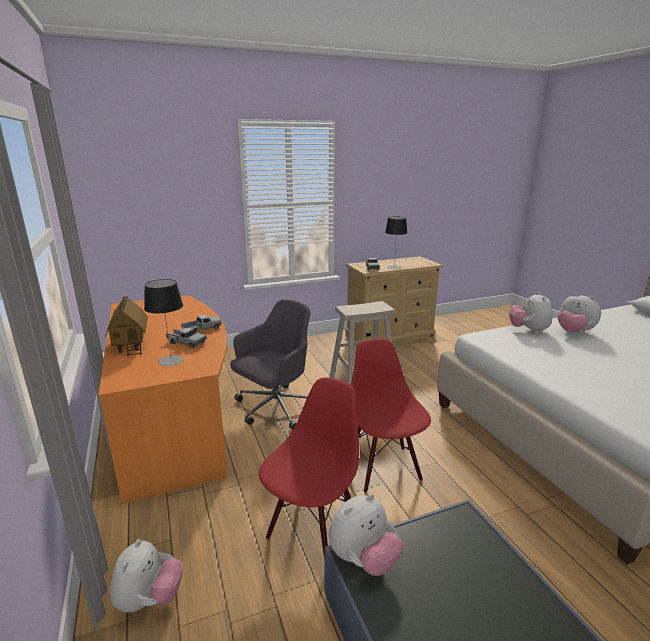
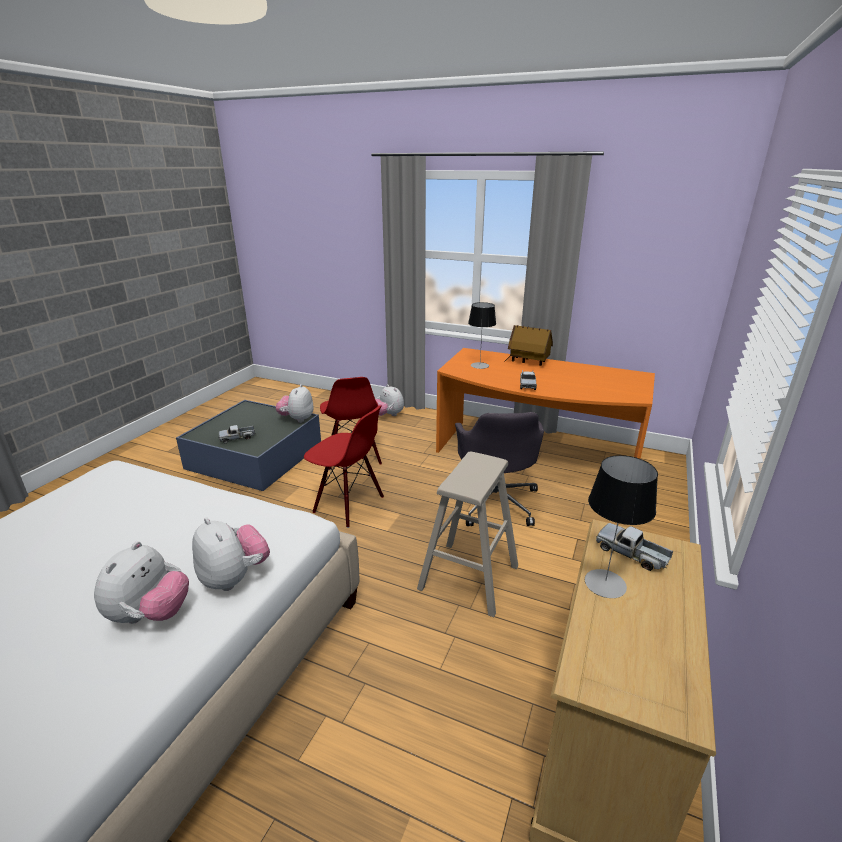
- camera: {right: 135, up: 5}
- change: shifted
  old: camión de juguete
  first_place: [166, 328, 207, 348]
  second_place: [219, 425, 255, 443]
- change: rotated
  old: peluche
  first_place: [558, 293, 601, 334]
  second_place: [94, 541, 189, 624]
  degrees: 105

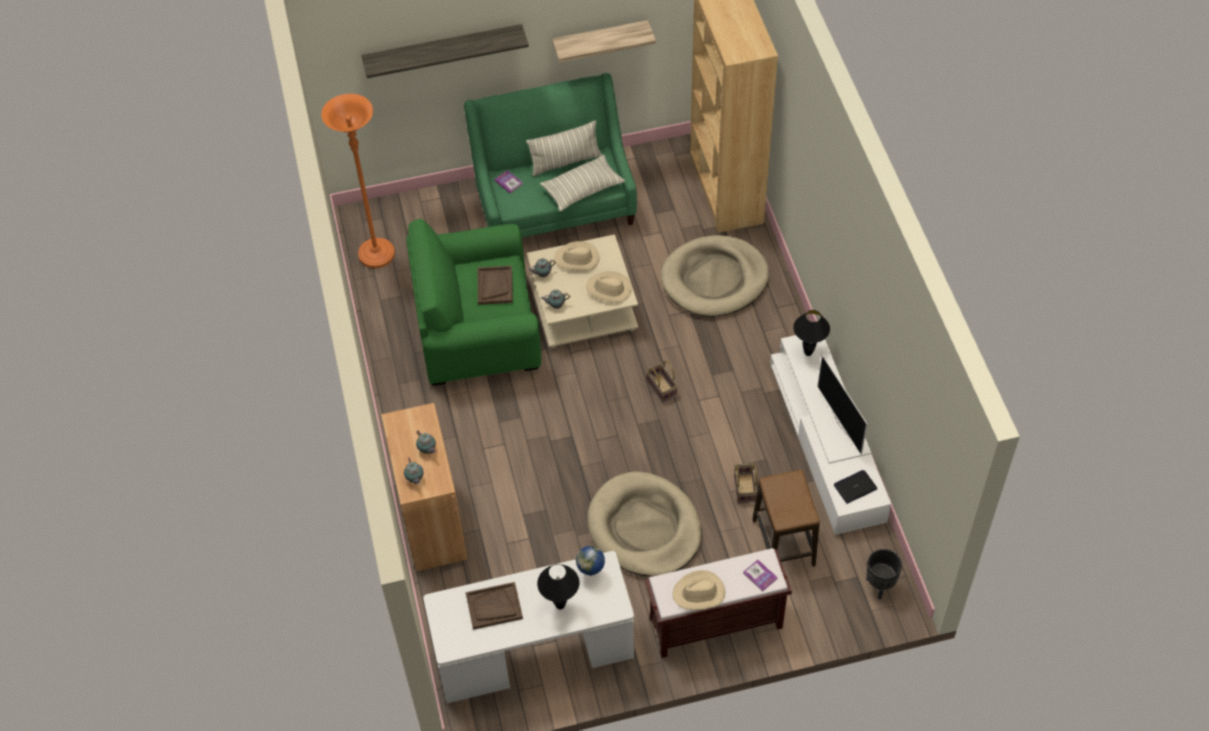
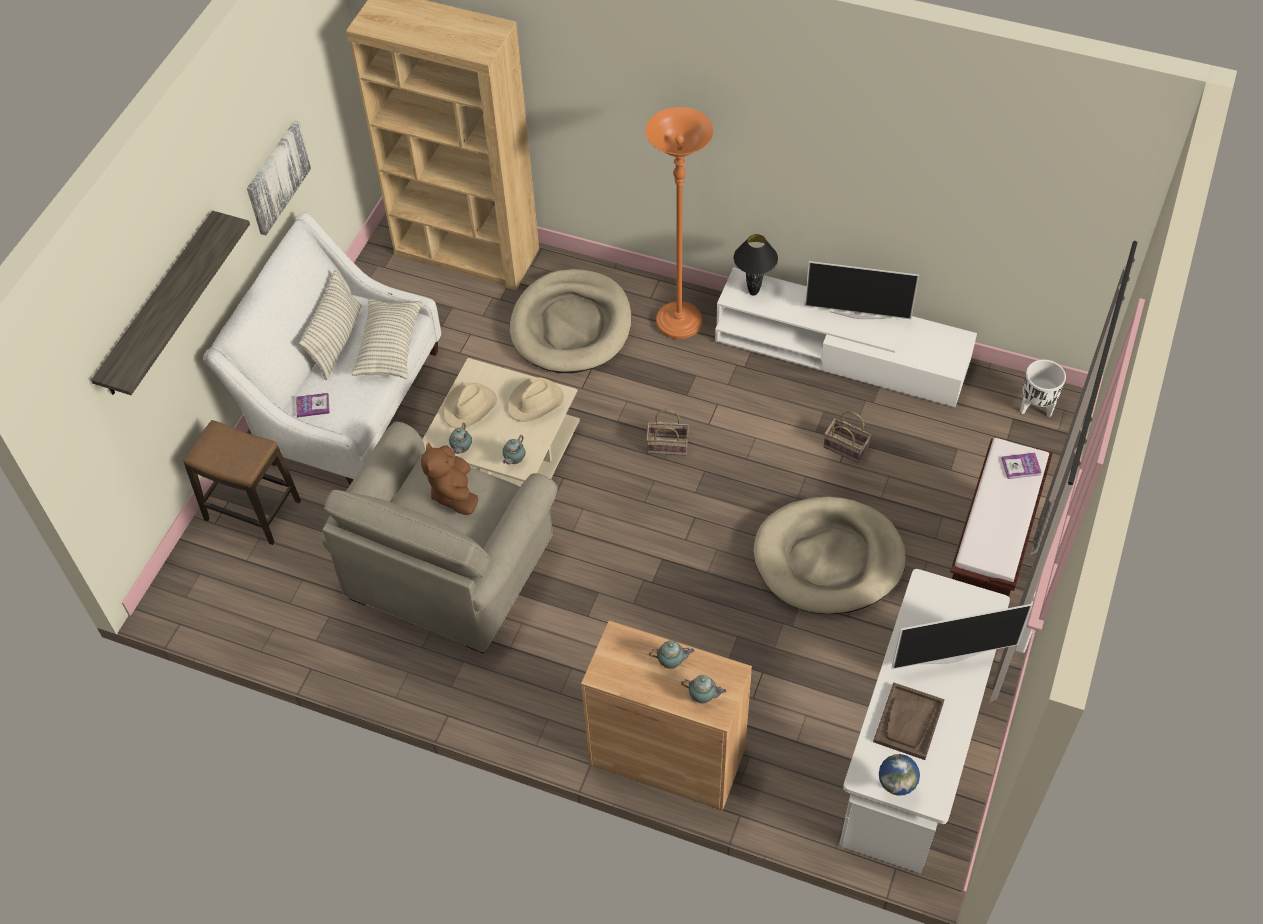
- camera: {right: -55, up: 0}
- change: gone
  old: sombrero [beis]
  first_place: [673, 570, 725, 610]
- change: gone
  old: portátil
  first_place: [834, 470, 877, 504]
- change: shifted
  old: lámpara de pie [naranja]
  first_place: [321, 94, 395, 268]
  second_place: [646, 107, 714, 339]
- change: shifted
  old: globo terráqueo
  first_place: [576, 546, 605, 576]
  second_place: [879, 754, 920, 796]
- change: shifted
  old: taburete
  first_place: [752, 470, 820, 567]
  second_place: [183, 420, 301, 545]
- change: swapped
  old: bandeja [marrón]
  new: peluche [marrón]
  first_place: [477, 266, 513, 305]
  second_place: [421, 443, 479, 515]
- change: swapped
  old: lámpara de mesa [negro]
  new: televisor
  first_place: [537, 564, 579, 610]
  second_place: [892, 604, 1032, 669]
- change: swapped
  old: estante
  new: cuadro
  first_place: [552, 20, 656, 62]
  second_place: [247, 121, 311, 235]
- change: repainted
  old: sillón [verde]
  new: sillón [beis]
  first_place: [406, 218, 541, 386]
  second_place: [321, 422, 558, 654]
- change: repainted
  old: sofá [verde]
  new: sofá [blanco]
  first_place: [464, 73, 637, 237]
  second_place: [203, 212, 441, 485]
- change: repainted
  old: maceta [negro]
  new: maceta [blanco]
  first_place: [866, 549, 902, 599]
  second_place: [1020, 360, 1066, 418]

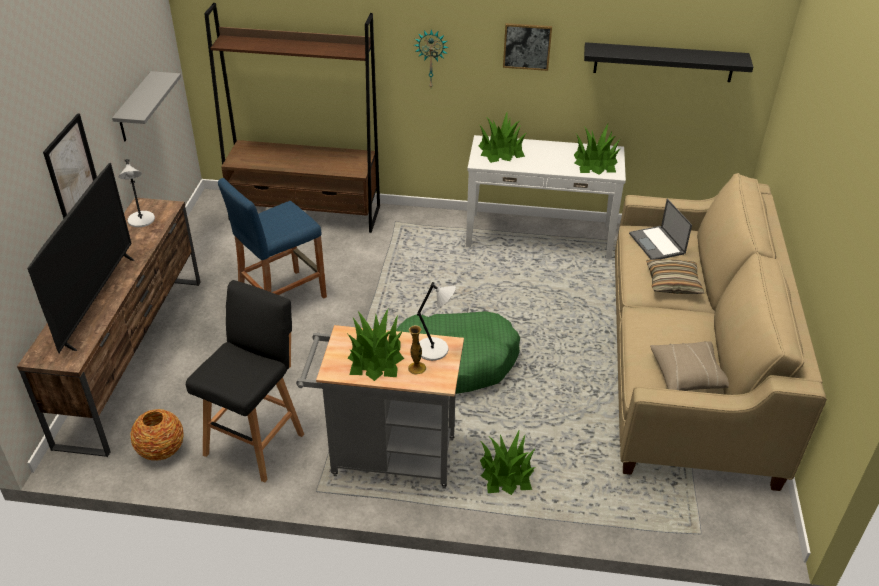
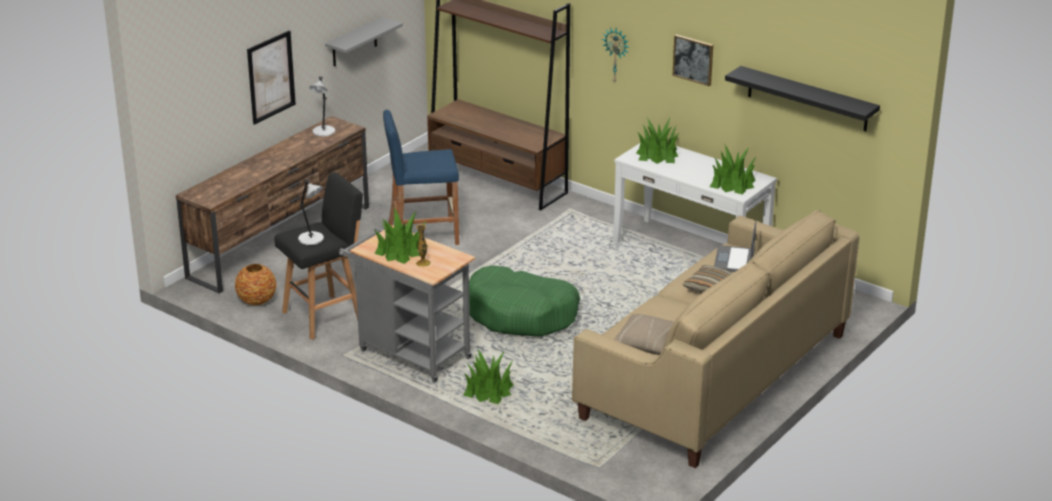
- camera: {right: 30, up: -10}
- change: gone
  old: televisor
  first_place: [27, 163, 134, 353]
- change: shifted
  old: lámpara de mesa [gris]
  first_place: [417, 282, 456, 361]
  second_place: [298, 179, 324, 245]

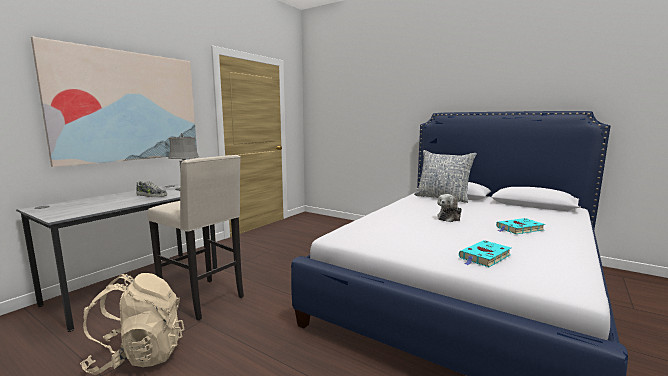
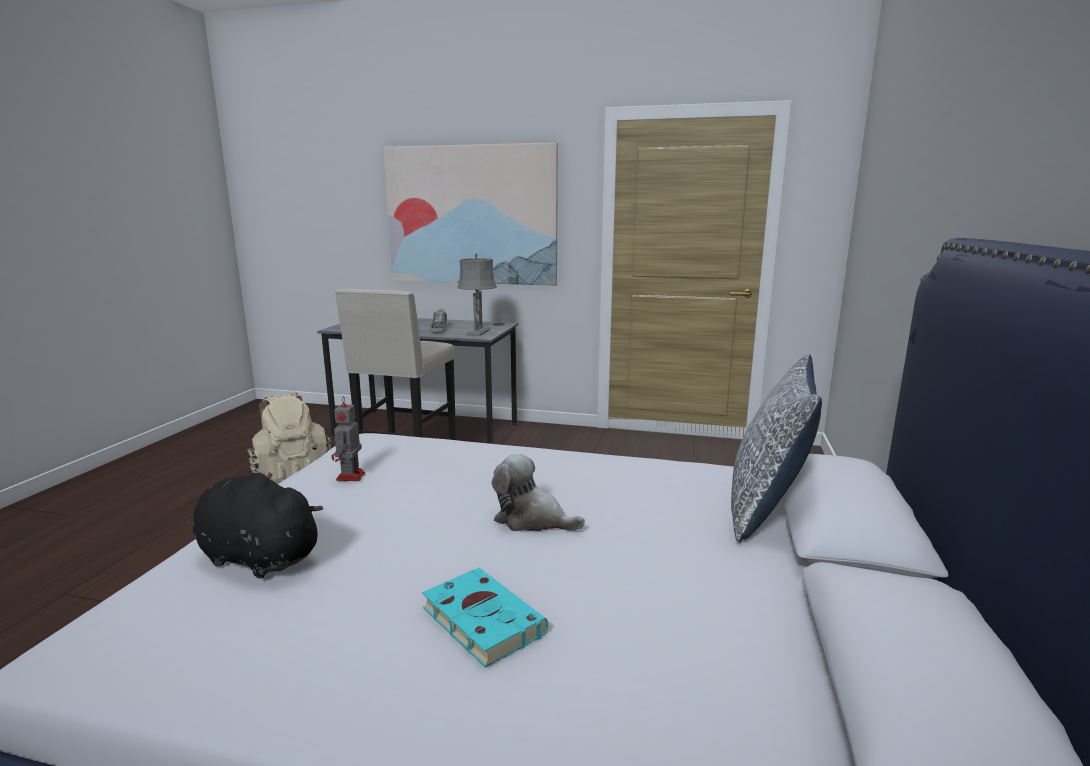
- camera: {right: 70, up: 5}
- change: new
  new: robot de juguete
  second_place: [331, 396, 365, 481]
- change: swapped
  old: libro [turquesa]
  new: peluche [negro]
  first_place: [459, 240, 511, 267]
  second_place: [193, 472, 324, 578]

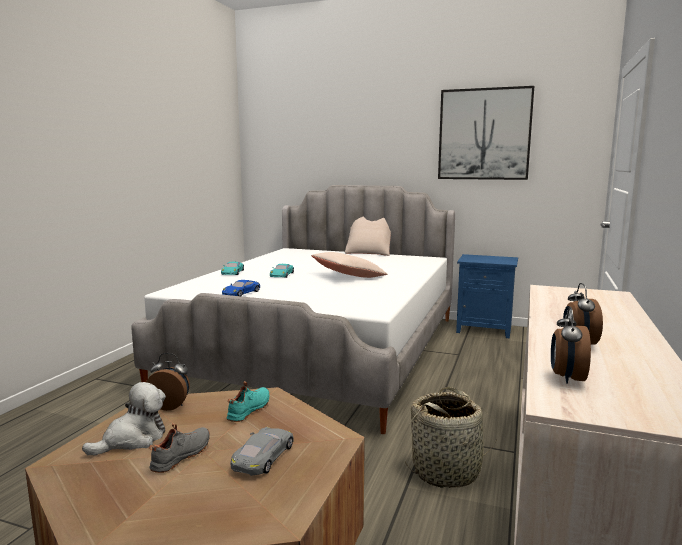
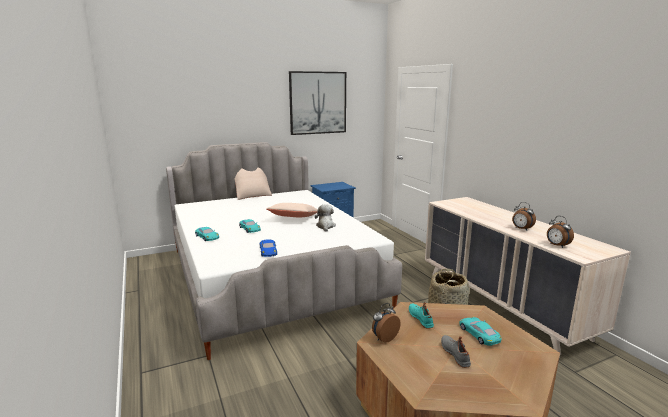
- camera: {right: -45, up: 5}
- change: shifted
  old: peluche
  first_place: [82, 382, 166, 455]
  second_place: [315, 205, 336, 232]
- change: repainted
  old: coche de juguete [gris]
  new: coche de juguete [turquesa]
  first_place: [230, 427, 293, 476]
  second_place: [459, 317, 501, 346]

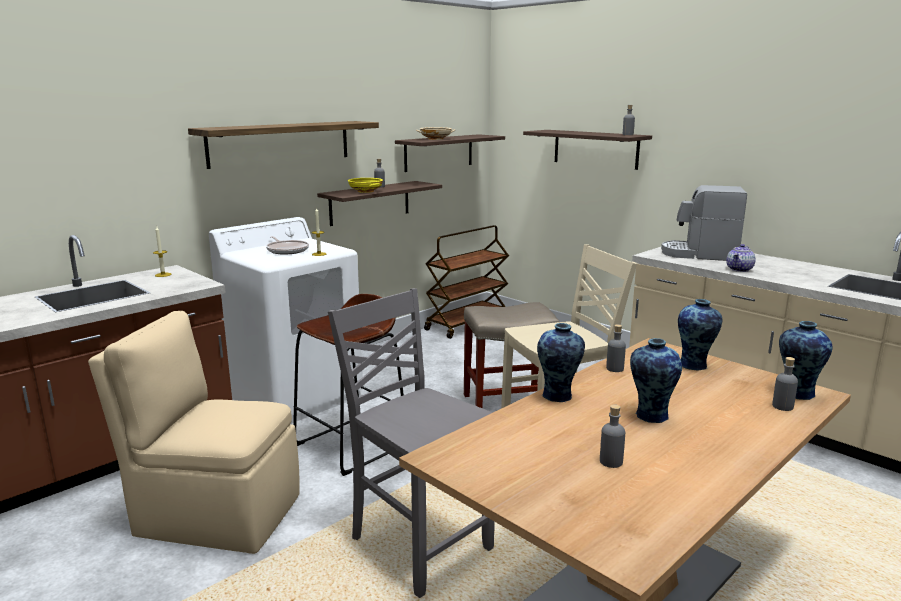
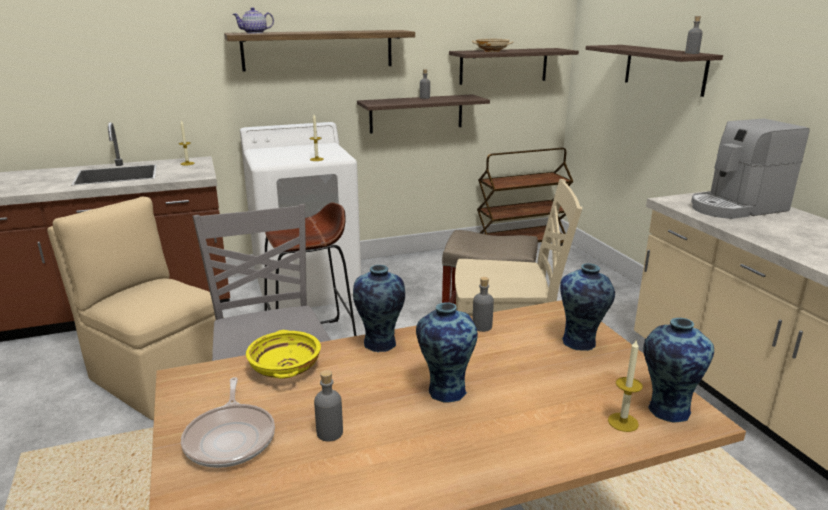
- camera: {right: 25, up: 5}
- change: shifted
  old: sartén
  first_place: [266, 236, 309, 254]
  second_place: [181, 377, 275, 468]
- change: shifted
  old: cuenco [amarillo]
  first_place: [348, 178, 383, 193]
  second_place: [246, 330, 321, 379]
- change: shifted
  old: tetera
  first_place: [726, 244, 756, 272]
  second_place: [233, 7, 274, 33]
- change: swapped
  old: botella [gris]
  new: vela
  first_place: [772, 357, 798, 411]
  second_place: [608, 340, 643, 432]
- change: rotated
  old: cafetera
  first_place: [661, 185, 747, 261]
  second_place: [691, 119, 810, 219]
  degrees: -60

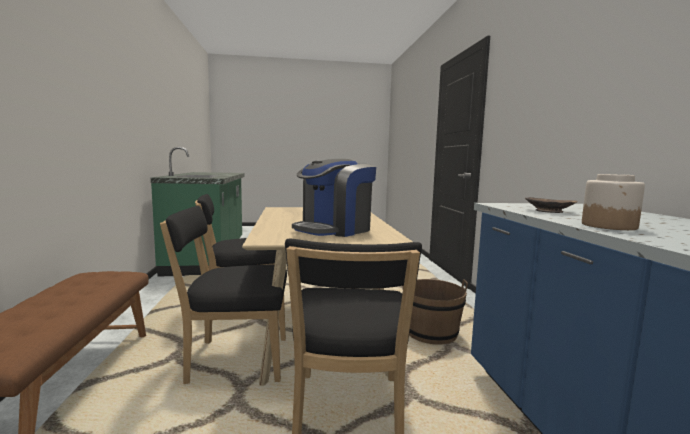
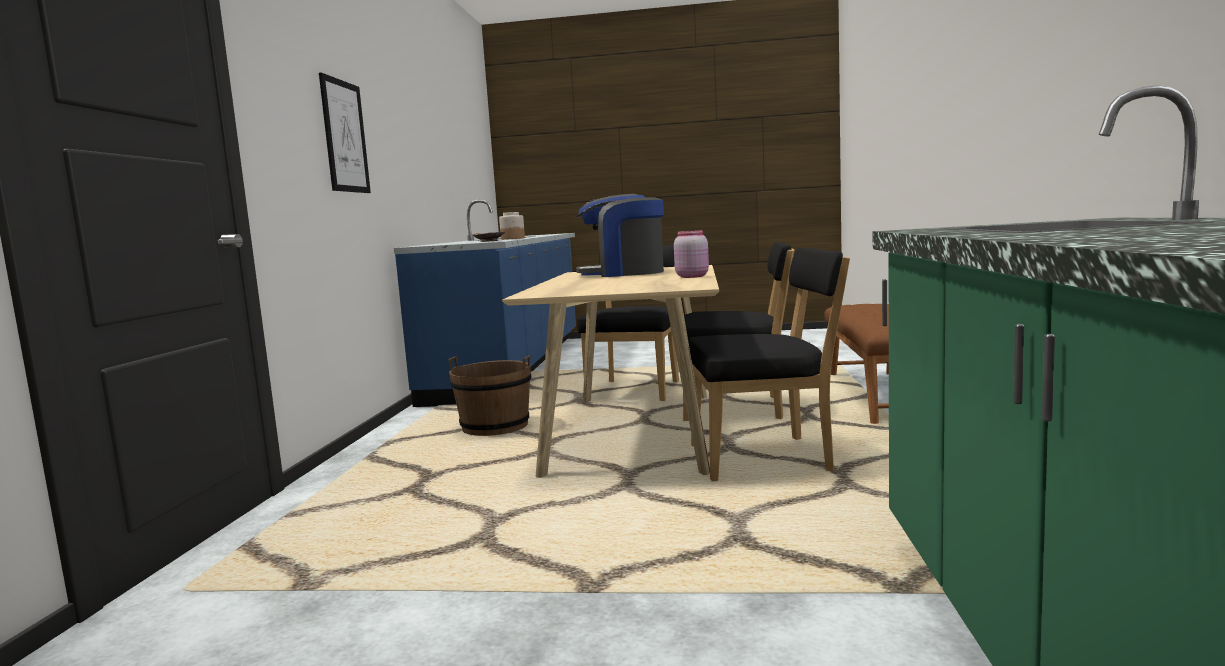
- camera: {right: -165, up: 0}
- change: new
  new: cuadro
  second_place: [319, 73, 371, 193]
- change: new
  new: tarro [rosa]
  second_place: [674, 230, 709, 278]
- change: rotated
  old: cafetera
  first_place: [292, 159, 376, 237]
  second_place: [574, 194, 664, 277]
  degrees: -150

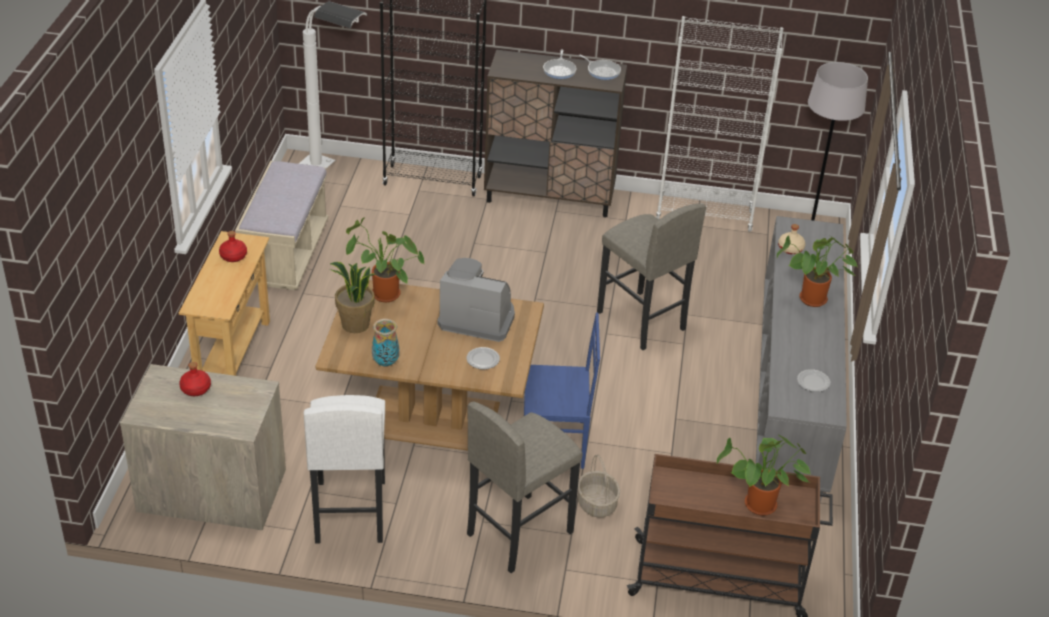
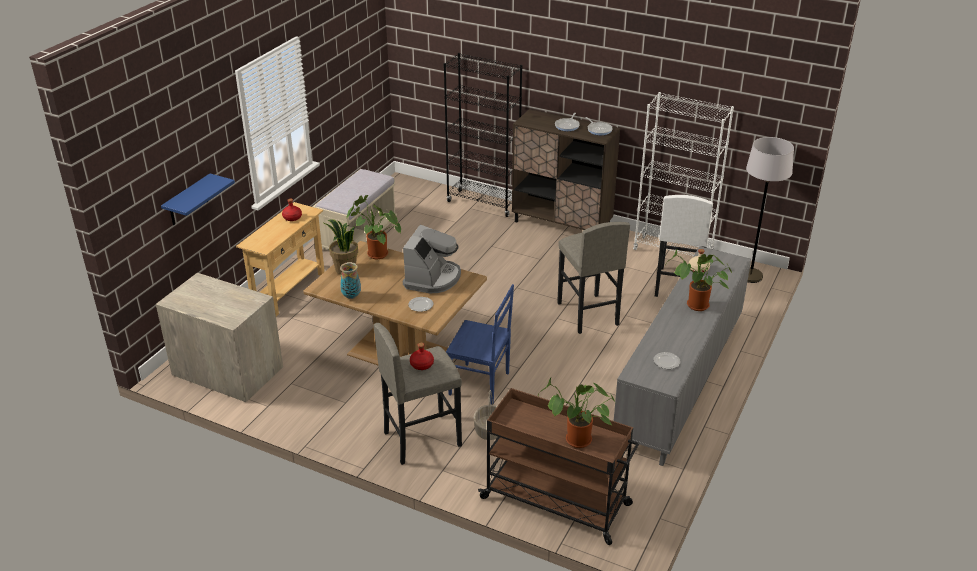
- camera: {right: 20, up: -5}
- change: gone
  old: lámpara de pie [blanco]
  first_place: [299, 1, 367, 168]
- change: new
  new: estante [azul]
  second_place: [161, 174, 235, 225]
- change: shifted
  old: botella [rojo]
  first_place: [179, 362, 211, 396]
  second_place: [410, 343, 434, 370]
- change: shifted
  old: taburete [blanco]
  first_place: [304, 395, 385, 544]
  second_place: [655, 195, 713, 297]
- change: rotated
  old: cafetera
  first_place: [437, 258, 515, 342]
  second_place: [403, 224, 461, 293]
  degrees: 75

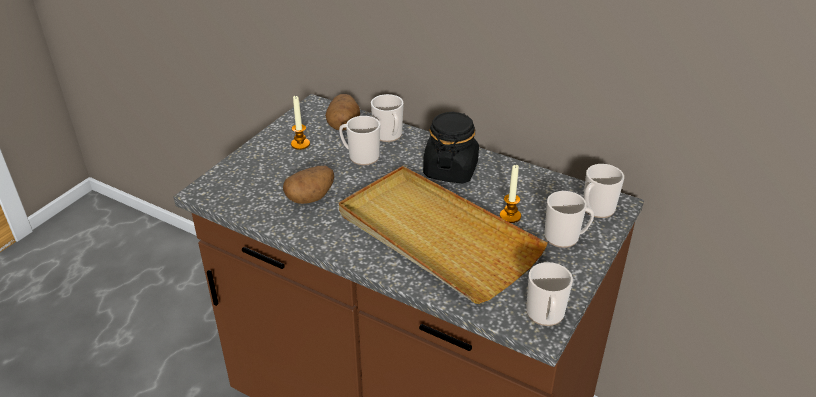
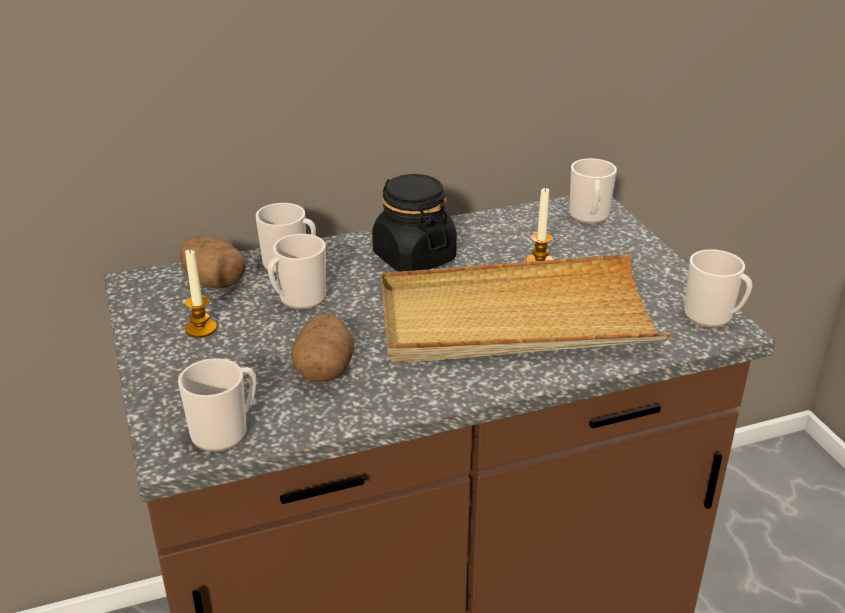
- camera: {right: -50, up: -5}
- change: shifted
  old: taza grande
  first_place: [544, 191, 594, 248]
  second_place: [178, 358, 256, 452]

